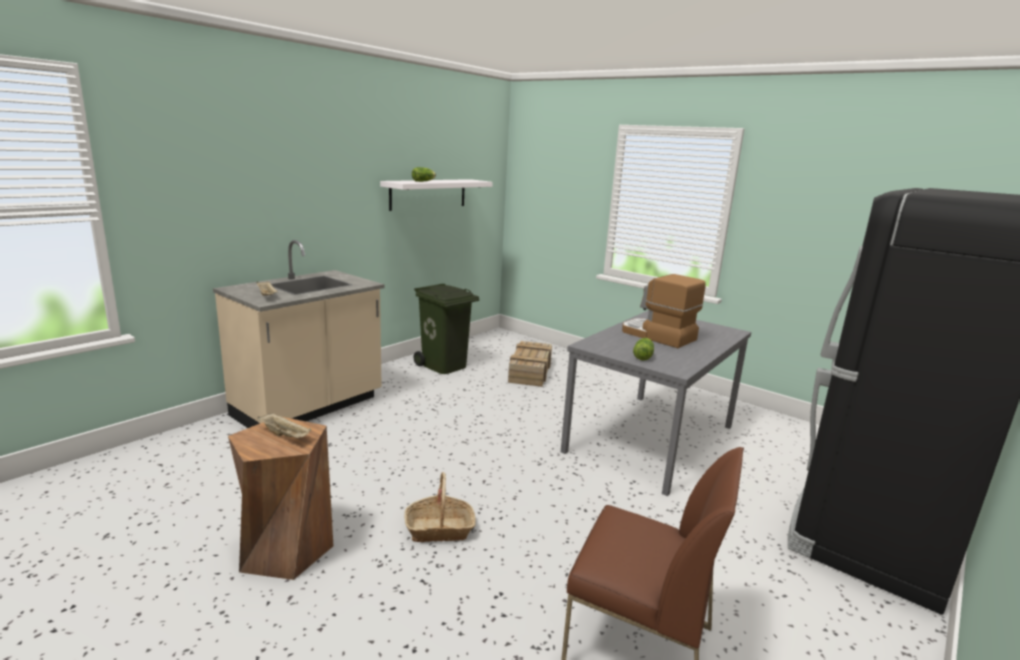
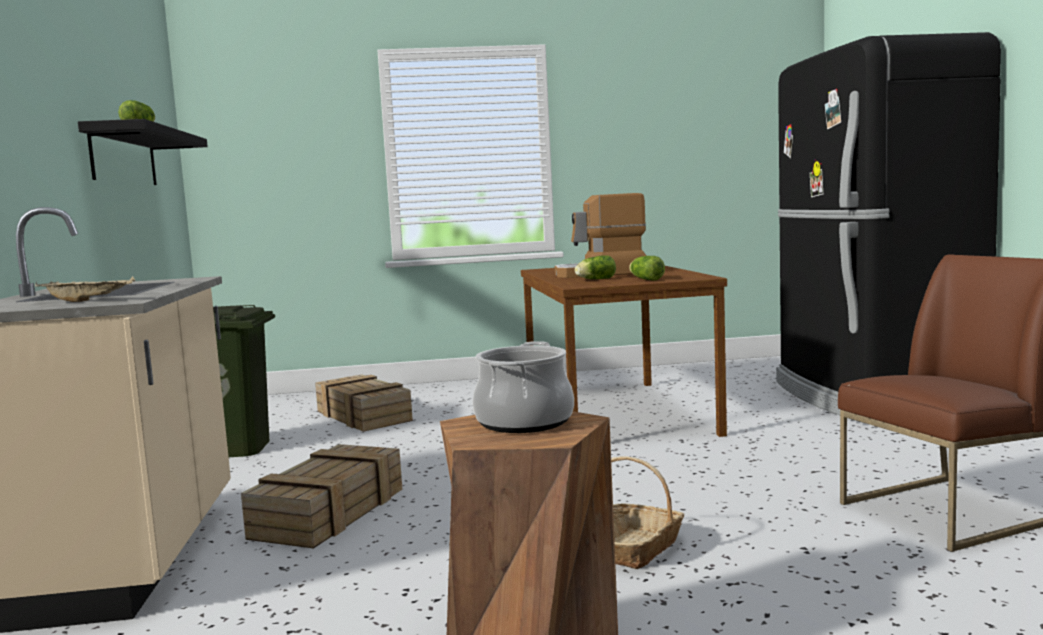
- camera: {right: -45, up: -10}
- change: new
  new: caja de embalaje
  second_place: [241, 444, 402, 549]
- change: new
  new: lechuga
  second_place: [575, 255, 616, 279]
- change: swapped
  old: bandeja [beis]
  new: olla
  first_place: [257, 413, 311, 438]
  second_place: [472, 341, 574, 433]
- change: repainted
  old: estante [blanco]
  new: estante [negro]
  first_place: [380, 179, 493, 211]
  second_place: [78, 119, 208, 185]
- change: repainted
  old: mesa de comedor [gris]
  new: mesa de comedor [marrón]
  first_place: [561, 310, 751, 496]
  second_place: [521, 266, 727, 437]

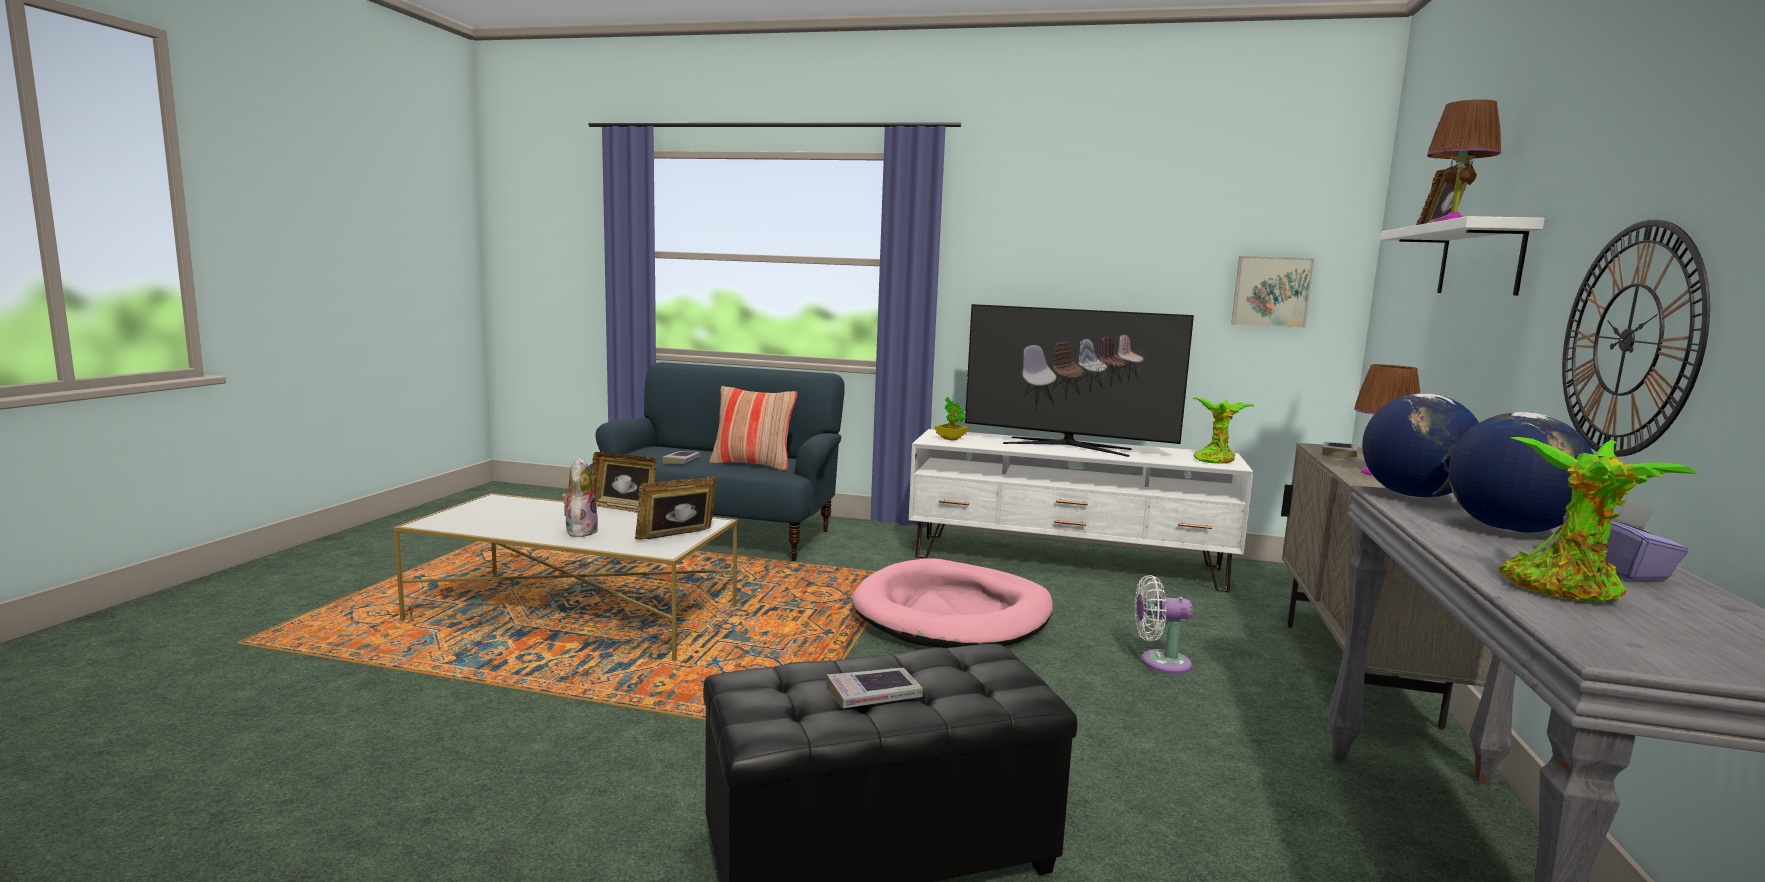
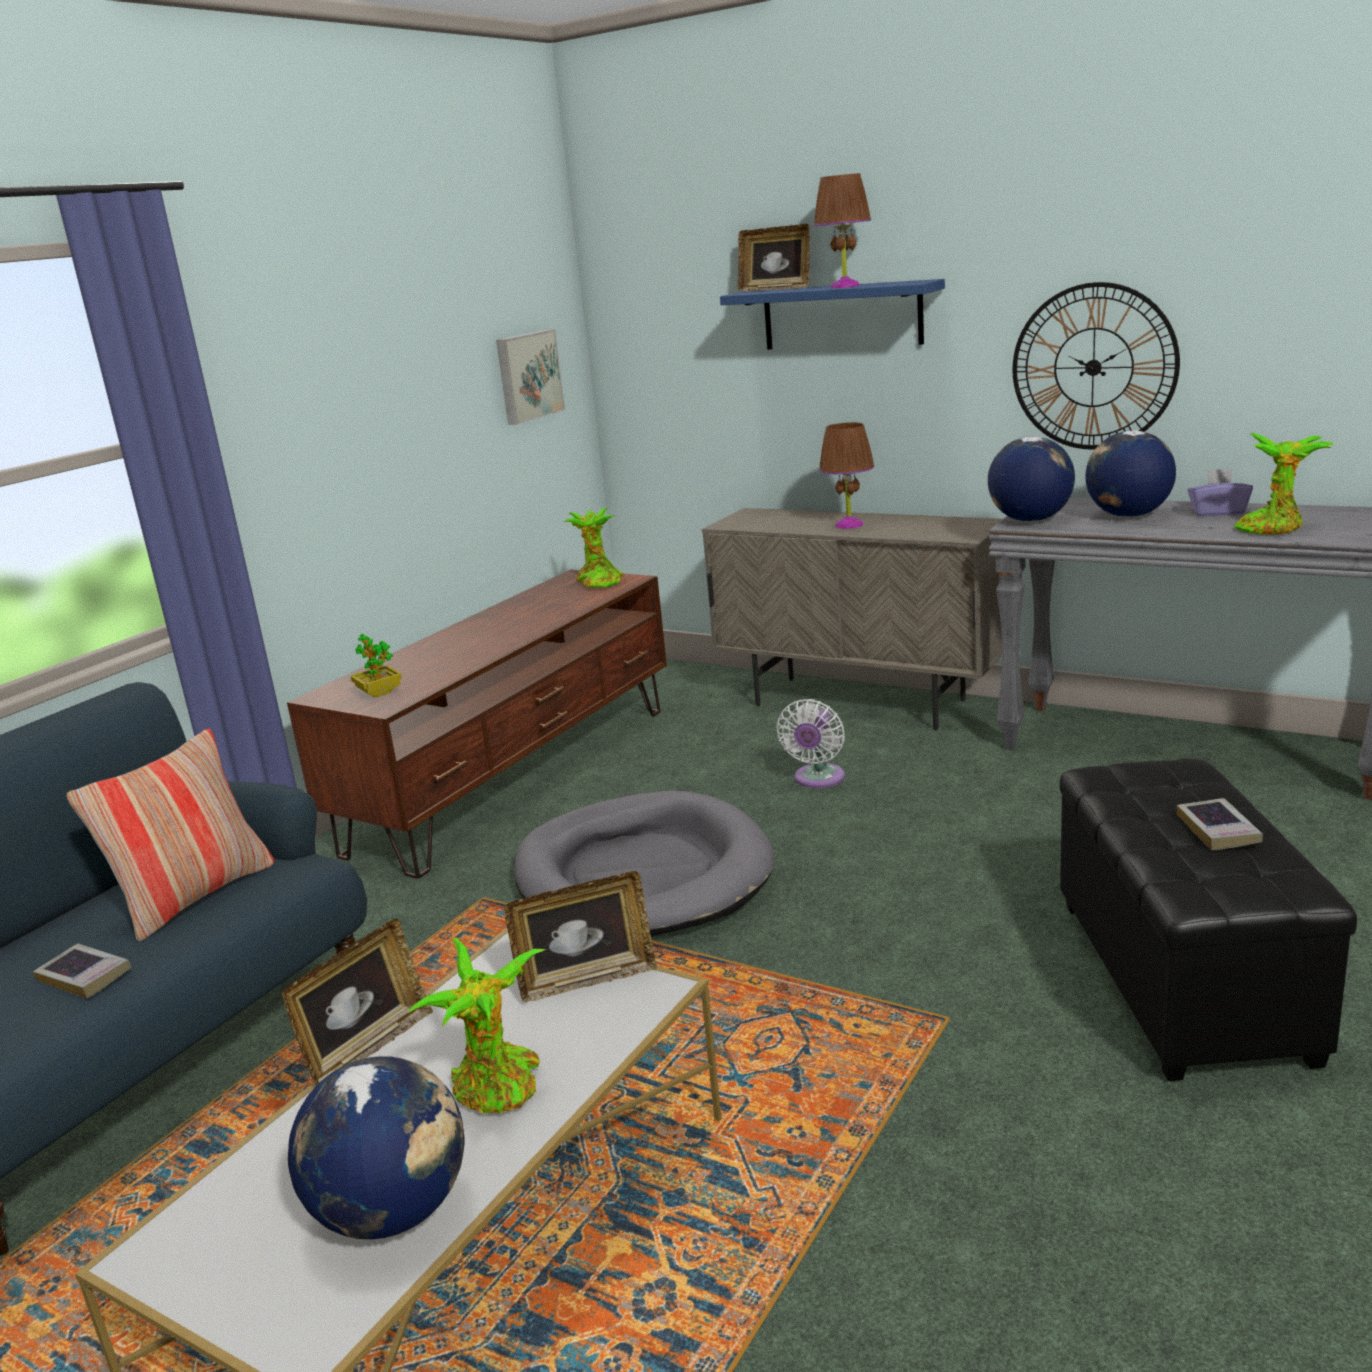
- camera: {right: -70, up: 10}
- change: gone
  old: televisor
  first_place: [965, 304, 1194, 457]
- change: gone
  old: libro
  first_place: [1322, 442, 1357, 457]
- change: new
  new: globo terráqueo
  second_place: [288, 1056, 465, 1239]
- change: swapped
  old: peluche
  new: planta en maceta
  first_place: [561, 458, 598, 537]
  second_place: [408, 938, 546, 1113]
- change: repainted
  old: cama para perro [rosa]
  new: cama para perro [gris]
  first_place: [852, 558, 1053, 648]
  second_place: [514, 790, 775, 936]
- change: repainted
  old: mueble de televisión [blanco]
  new: mueble de televisión [marrón]
  first_place: [909, 429, 1253, 592]
  second_place: [287, 570, 667, 878]
- change: repainted
  old: estante [blanco]
  new: estante [azul]
  first_place: [1381, 216, 1545, 295]
  second_place: [720, 279, 945, 350]
- change: rotated
  old: portarretratos
  first_place: [635, 476, 716, 540]
  second_place: [505, 872, 657, 1002]
  degrees: -90

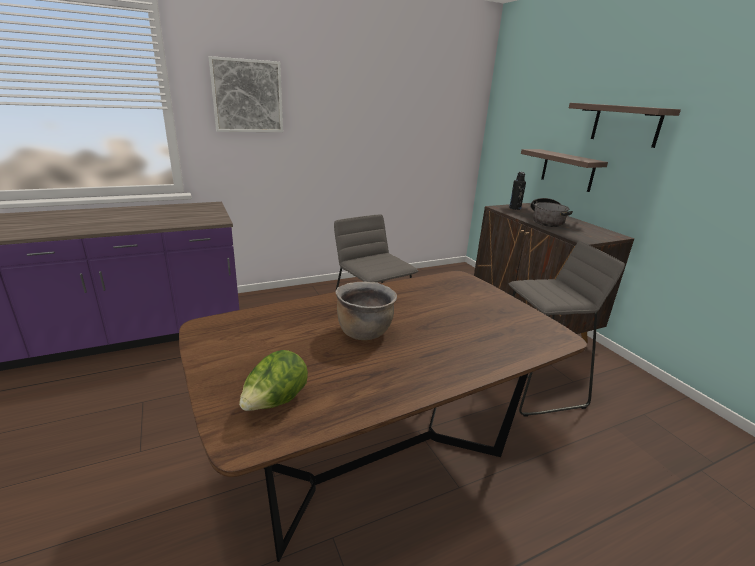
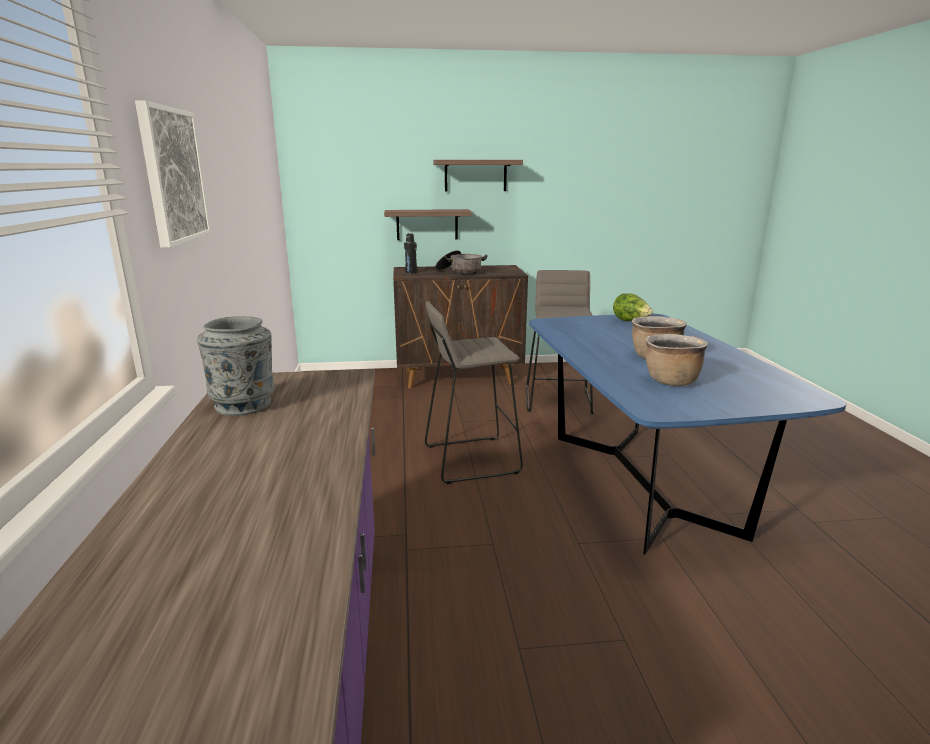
- camera: {right: -70, up: -5}
- change: new
  new: florero [gris]
  second_place: [197, 316, 275, 416]
- change: new
  new: olla [marrón]
  second_place: [645, 334, 708, 386]
- change: shifted
  old: lechuga
  first_place: [239, 350, 308, 411]
  second_place: [613, 293, 653, 321]
- change: repainted
  old: mesa de comedor [marrón]
  new: mesa de comedor [azul]
  first_place: [179, 271, 587, 562]
  second_place: [529, 314, 846, 555]

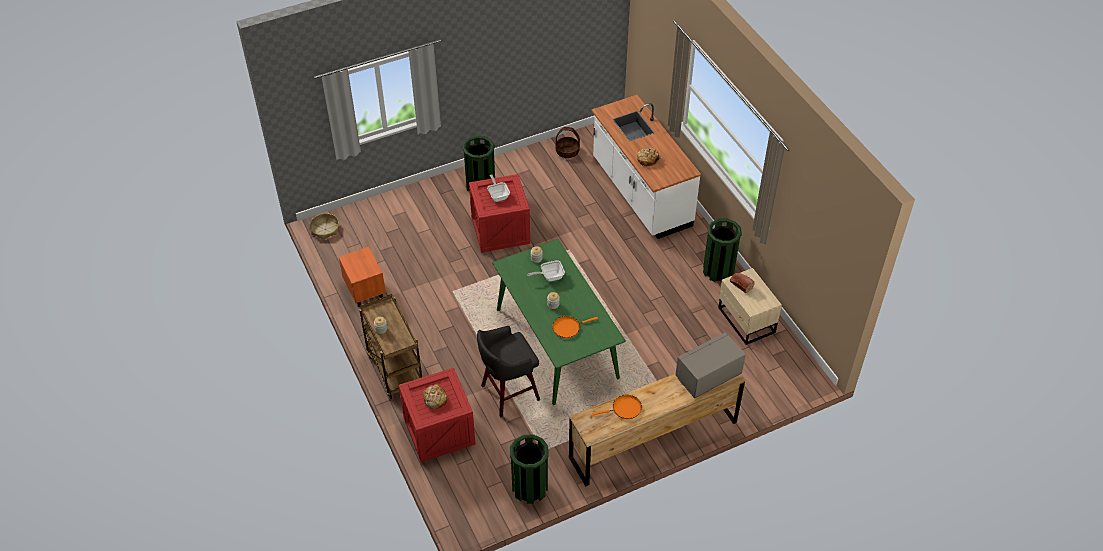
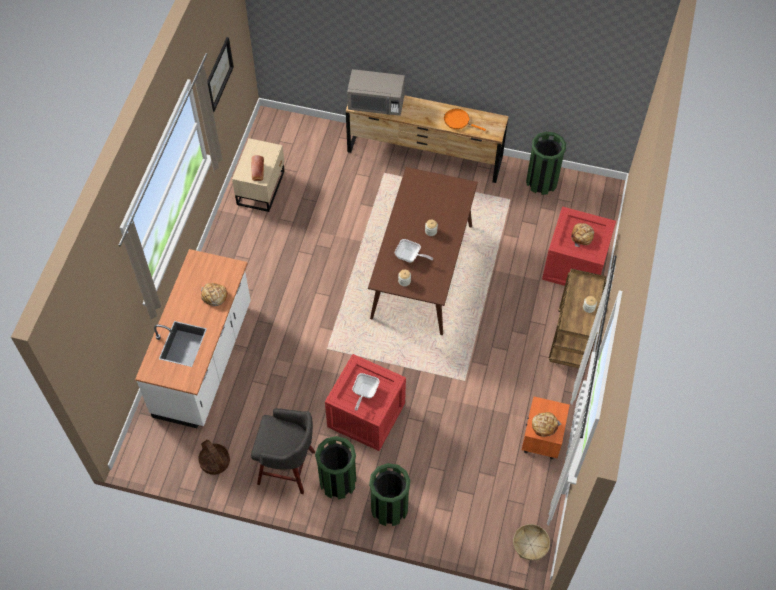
- camera: {right: -140, up: 10}
- change: gone
  old: sartén [naranja]
  first_place: [553, 316, 598, 338]
- change: new
  new: cuadro
  second_place: [207, 37, 234, 112]
- change: new
  new: pan
  second_place: [532, 412, 561, 437]
- change: shifted
  old: taburete [gris]
  first_place: [477, 326, 540, 418]
  second_place: [251, 408, 315, 494]
- change: shifted
  old: papelera [verde]
  first_place: [703, 219, 742, 282]
  second_place: [369, 463, 411, 526]
- change: repainted
  old: mesa de comedor [verde]
  new: mesa de comedor [marrón]
  first_place: [492, 239, 626, 405]
  second_place: [368, 167, 478, 335]

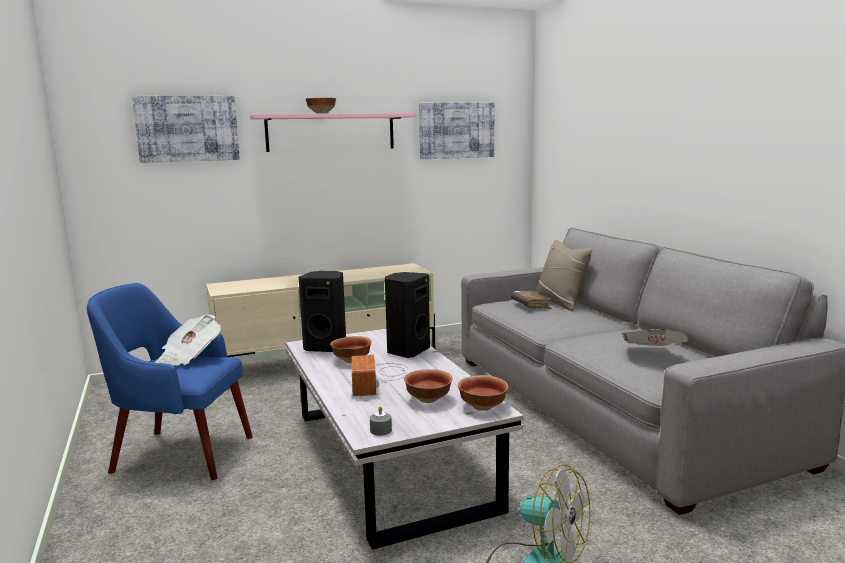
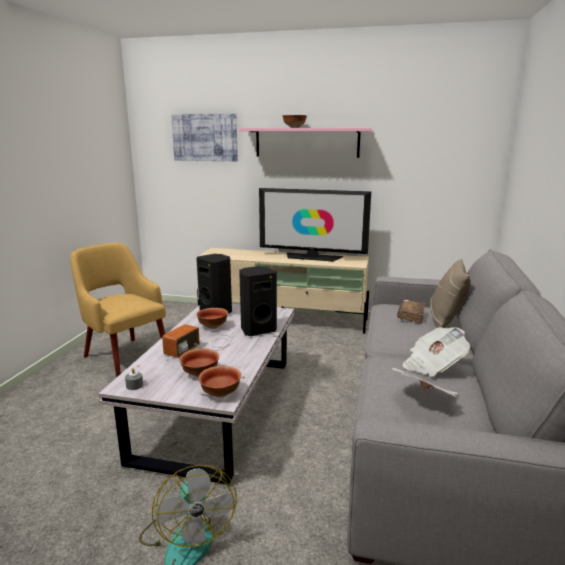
- camera: {right: 35, up: 5}
- change: gone
  old: cuadro
  first_place: [419, 102, 494, 159]
- change: new
  new: televisor
  second_place: [259, 188, 371, 261]
- change: shifted
  old: periódico
  first_place: [155, 315, 221, 366]
  second_place: [402, 327, 470, 377]
- change: repainted
  old: sillón [azul]
  new: sillón [amarillo]
  first_place: [87, 283, 253, 480]
  second_place: [70, 243, 166, 378]

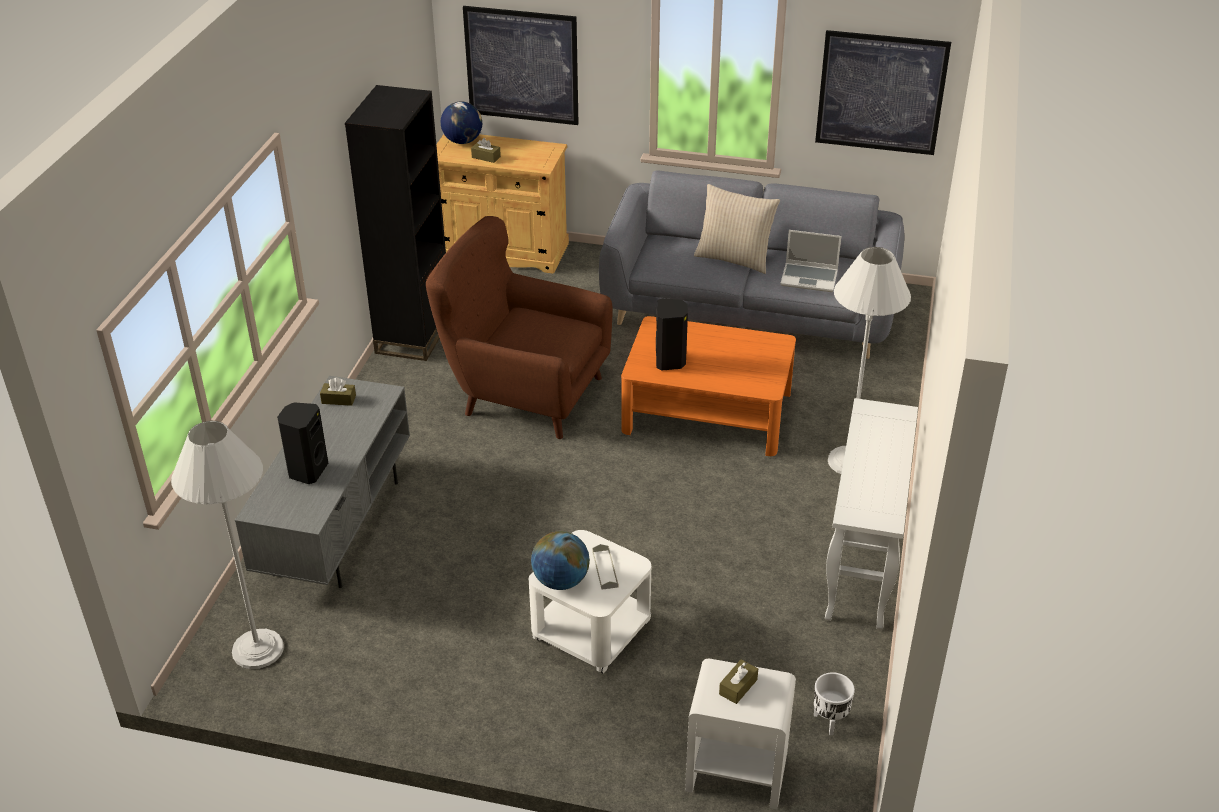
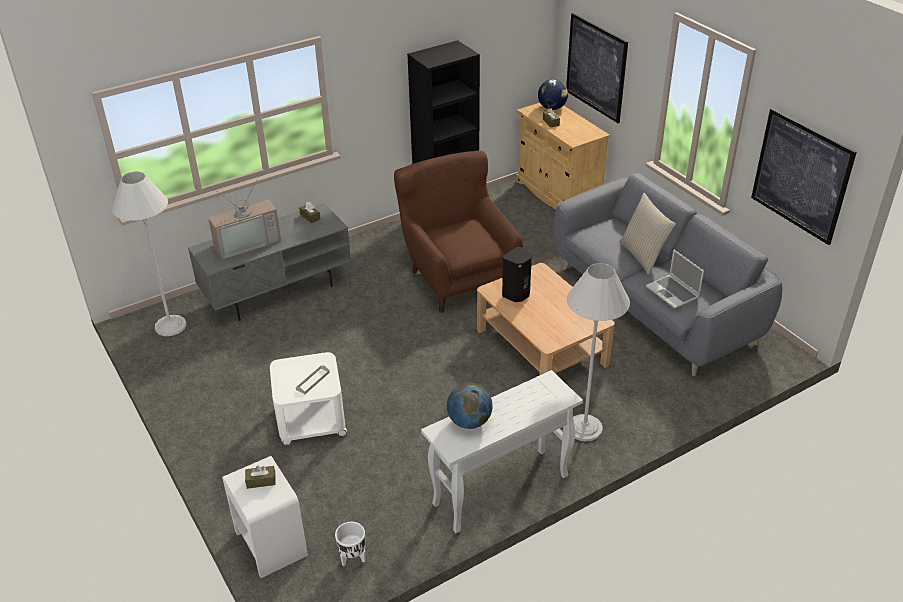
- camera: {right: 45, up: 0}
- change: shifted
  old: globo terráqueo
  first_place: [531, 531, 590, 590]
  second_place: [447, 383, 493, 429]
- change: swapped
  old: altavoz [negro]
  new: televisor
  first_place: [277, 402, 328, 484]
  second_place: [208, 181, 281, 260]
- change: repainted
  old: mesa de centro [naranja]
  new: mesa de centro [beis]
  first_place: [621, 316, 796, 456]
  second_place: [477, 263, 615, 376]

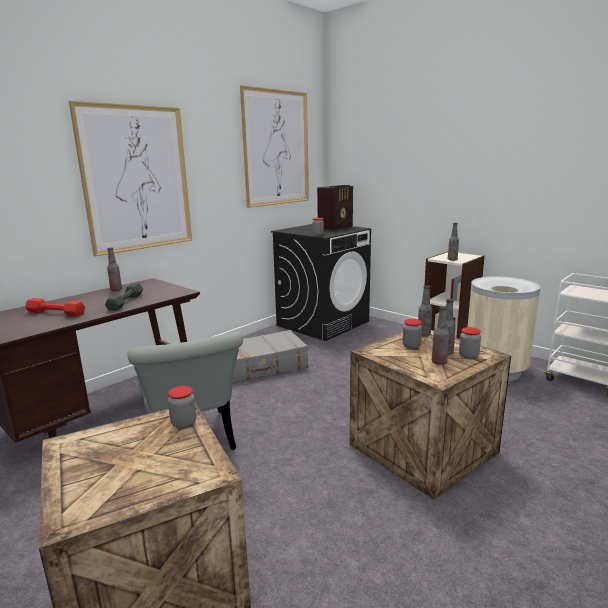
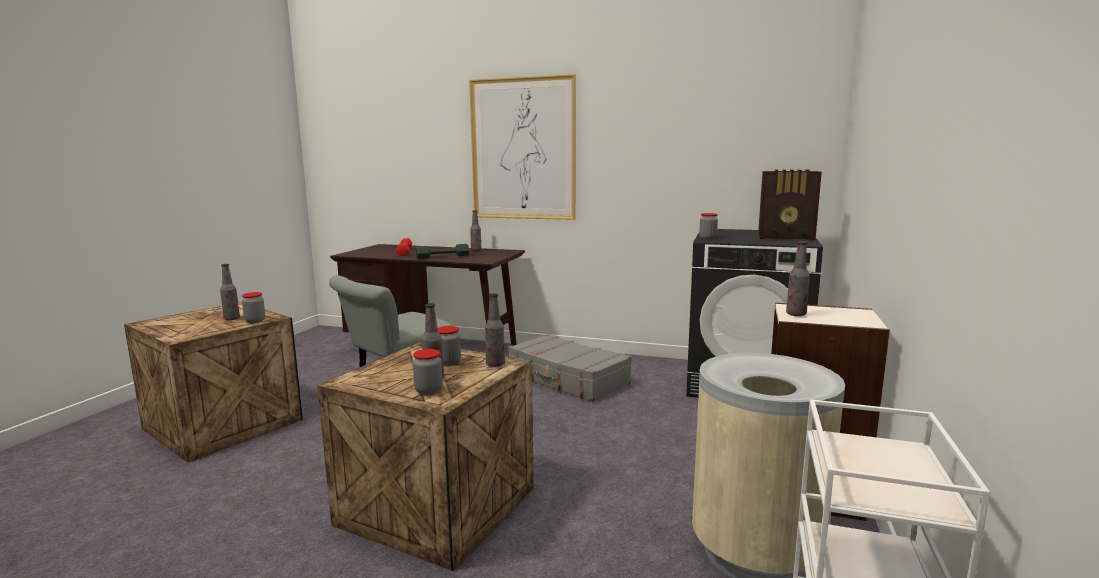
- camera: {right: 65, up: -5}
- change: gone
  old: cuadro
  first_place: [240, 85, 309, 208]
- change: shifted
  old: botella
  first_place: [432, 306, 449, 365]
  second_place: [220, 264, 240, 320]

